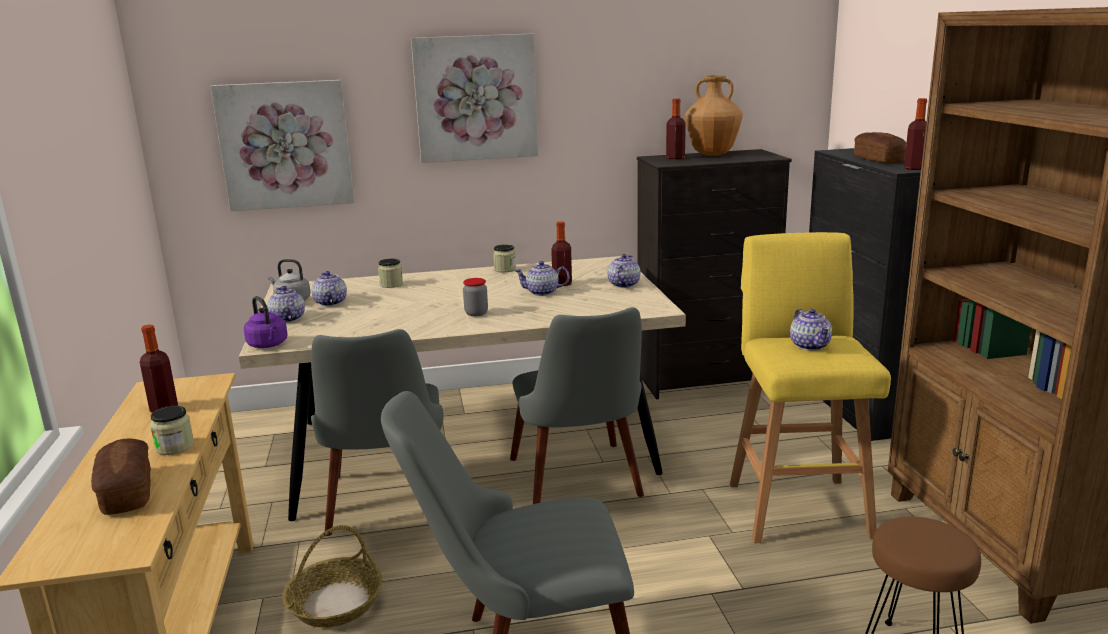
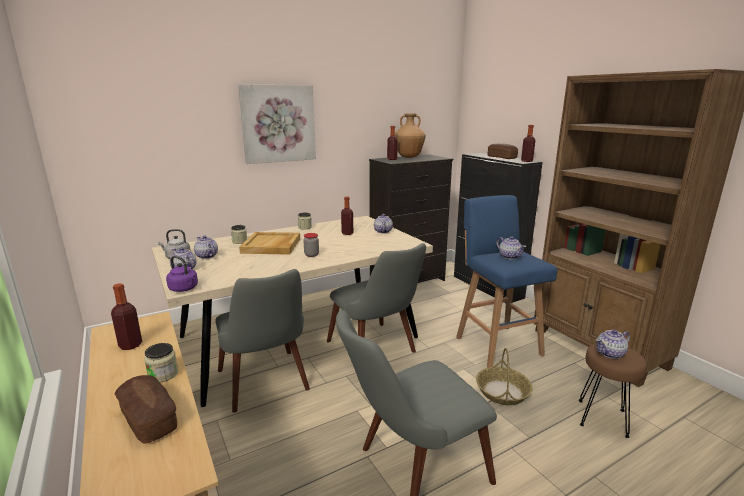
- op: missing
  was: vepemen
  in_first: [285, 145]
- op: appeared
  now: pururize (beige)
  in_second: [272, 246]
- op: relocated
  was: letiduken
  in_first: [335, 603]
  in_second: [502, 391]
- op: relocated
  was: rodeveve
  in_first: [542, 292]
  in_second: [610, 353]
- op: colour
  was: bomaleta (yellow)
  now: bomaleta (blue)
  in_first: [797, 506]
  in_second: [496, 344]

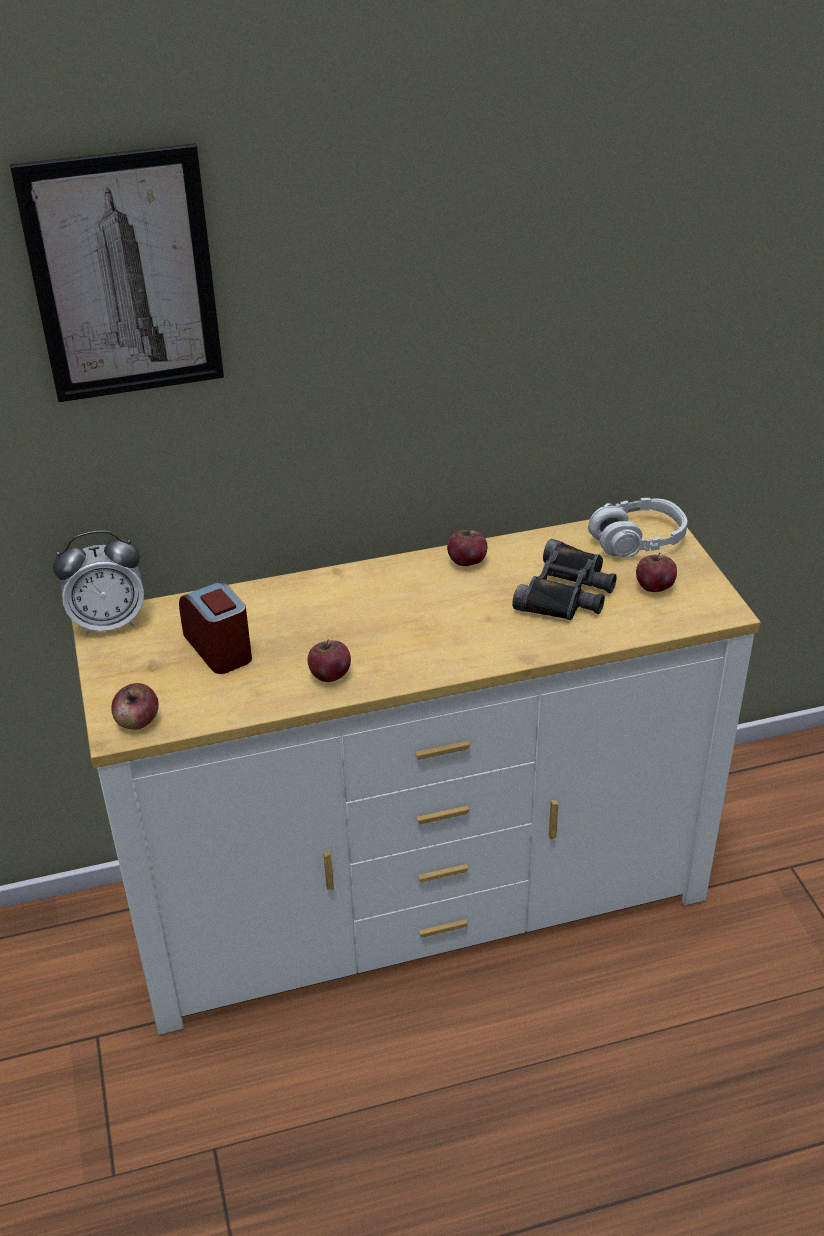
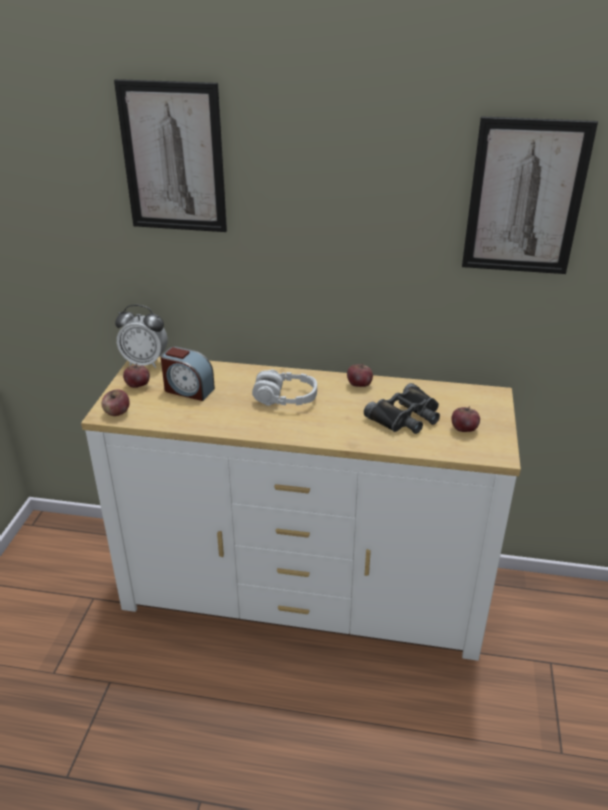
- op: appeared
  now: vepemen
  in_second: [525, 198]
- op: relocated
  was: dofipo
  in_first: [330, 675]
  in_second: [138, 385]
- op: relocated
  was: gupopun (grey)
  in_first: [637, 540]
  in_second: [285, 398]
- op: spun
  was: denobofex
  in_first: [219, 648]
  in_second: [188, 390]
  clockwise: 120

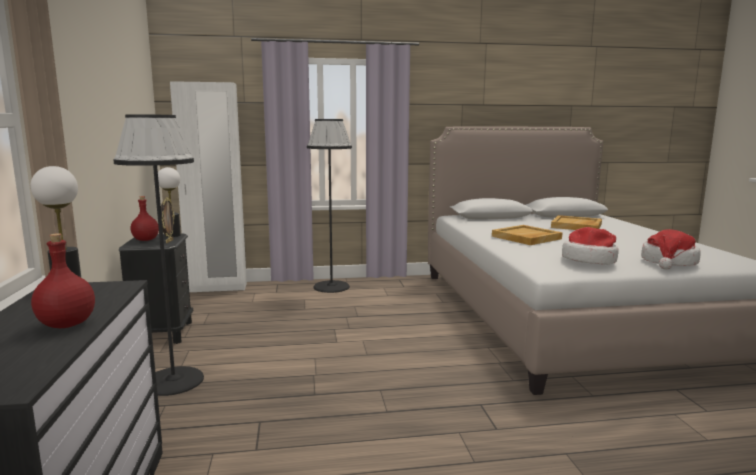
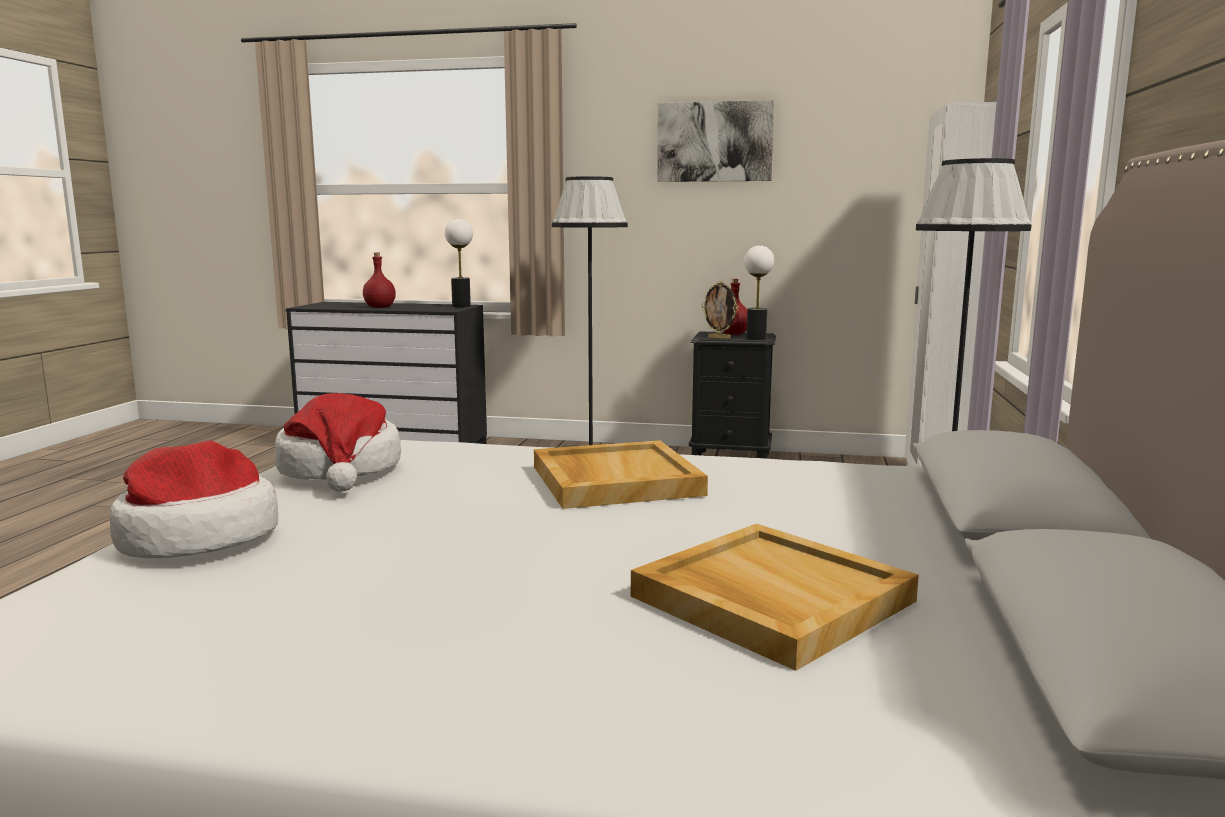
- op: appeared
  now: vepemen
  in_second: [714, 142]

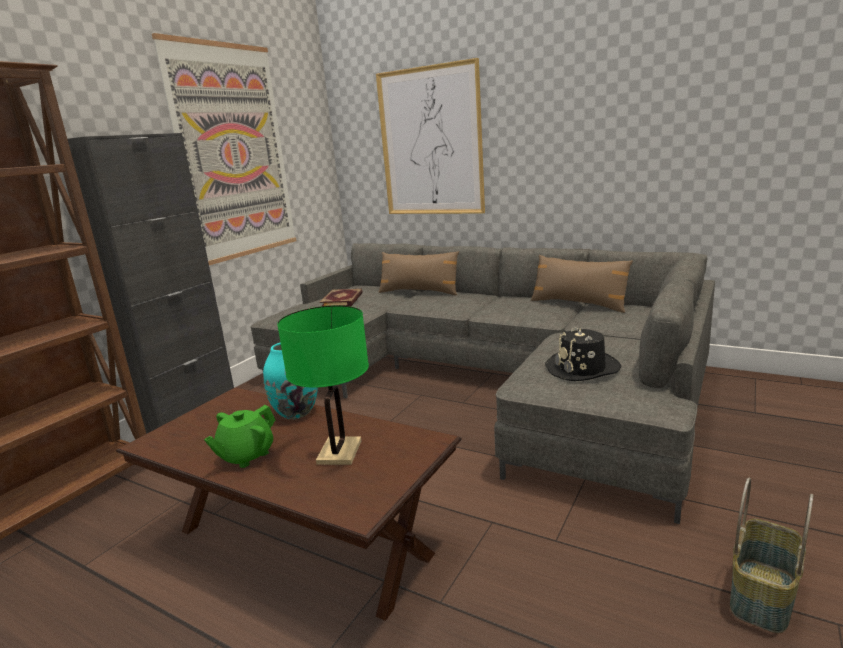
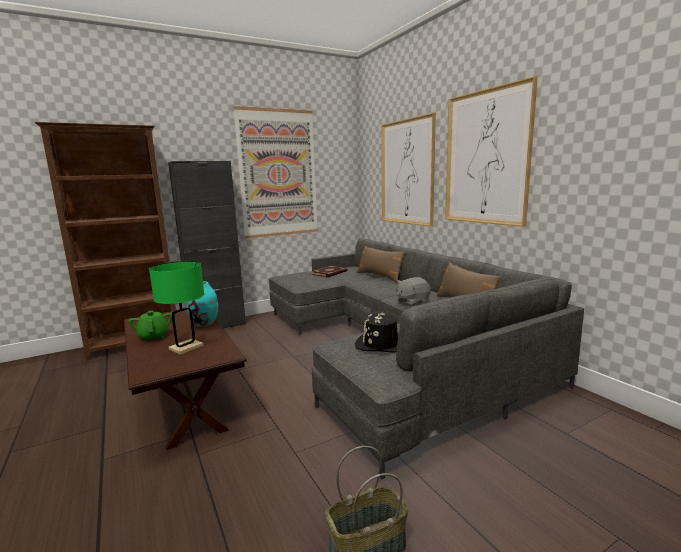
- op: appeared
  now: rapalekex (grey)
  in_second: [412, 302]
- op: appeared
  now: vepemen
  in_second: [486, 158]
- op: spun
  was: rodeveve (green)
  in_first: [246, 456]
  in_second: [154, 336]
  clockwise: 90

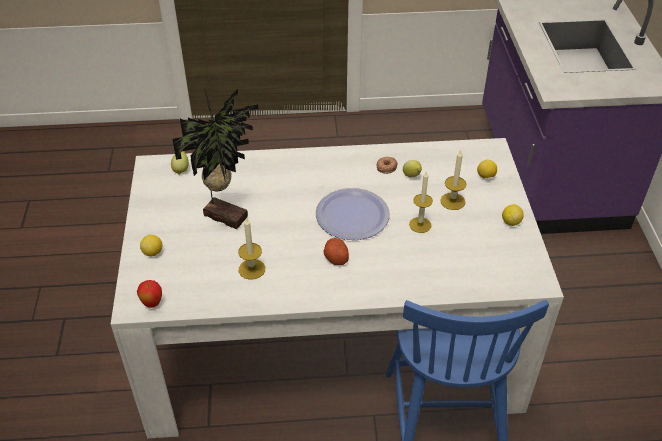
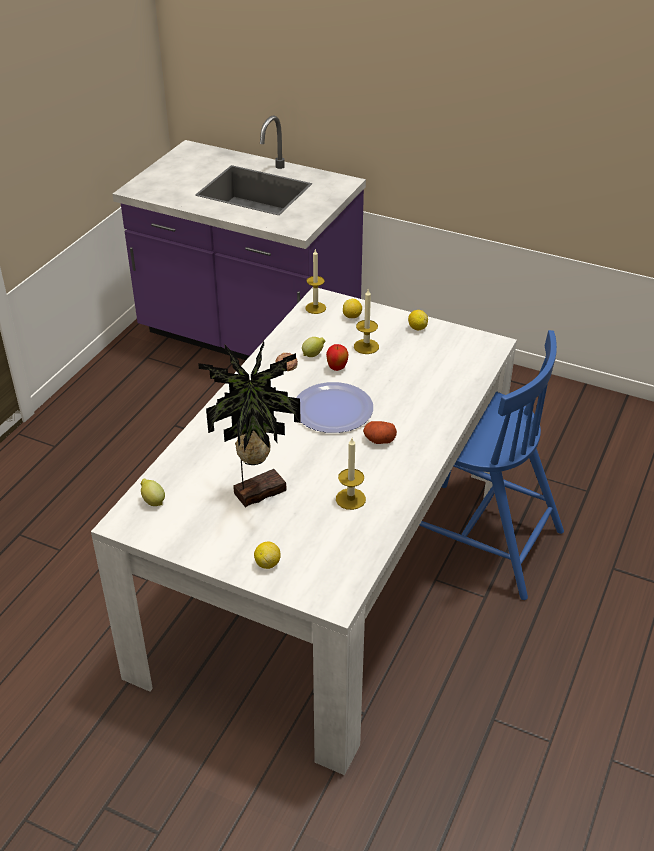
- op: relocated
  was: dofipo
  in_first: [152, 303]
  in_second: [337, 368]
- op: relocated
  was: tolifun
  in_first: [420, 225]
  in_second: [315, 308]

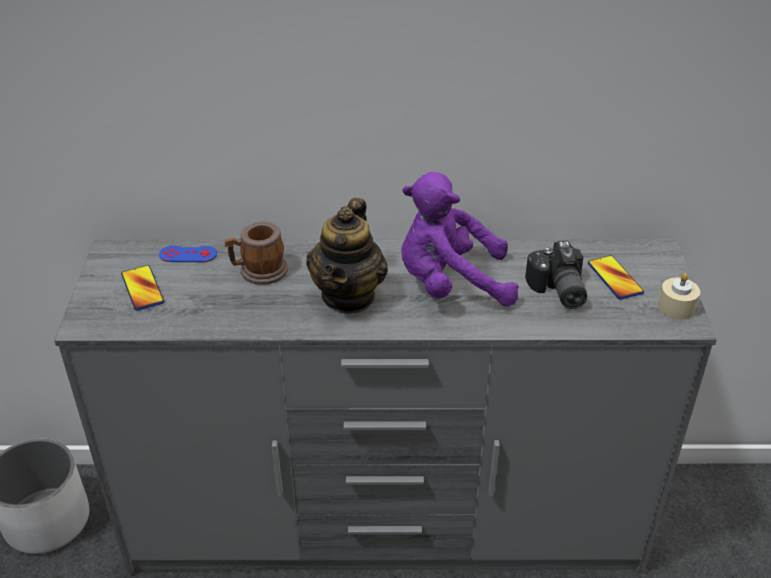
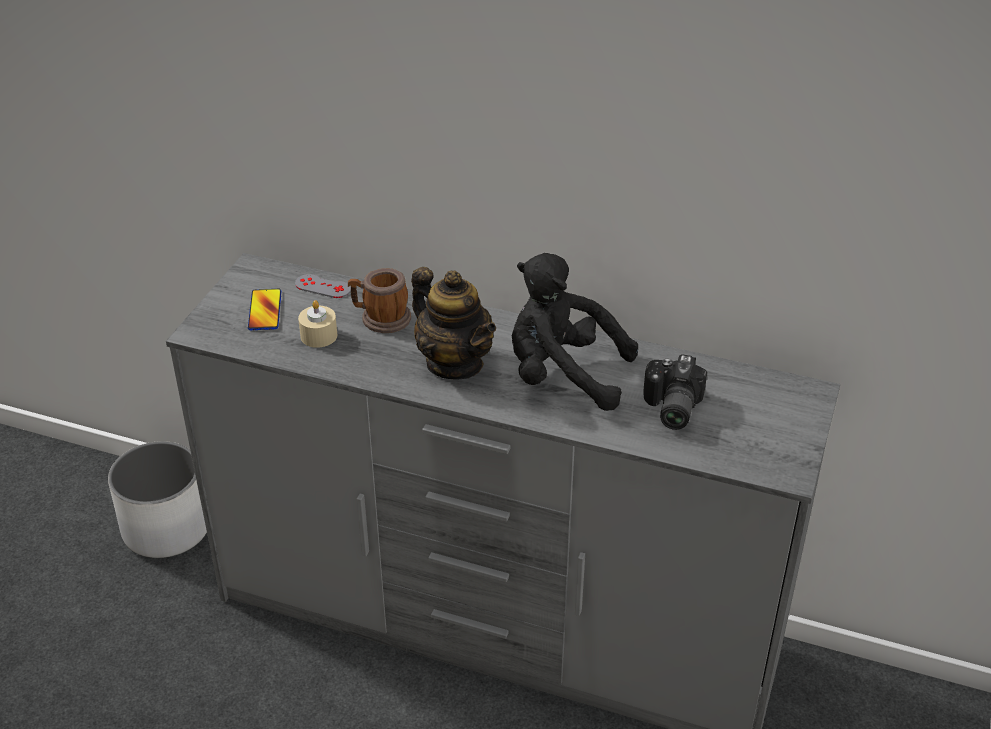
- op: missing
  was: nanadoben
  in_first: [615, 278]
- op: relocated
  was: tolifun (beige)
  in_first: [676, 307]
  in_second: [319, 336]
- op: colour
  was: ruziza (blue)
  now: ruziza (grey)
  in_first: [188, 254]
  in_second: [323, 286]
- op: colour
  was: rapalekex (purple)
  now: rapalekex (black)
  in_first: [450, 284]
  in_second: [562, 375]
- op: spun
  was: rodeveve
  in_first: [349, 296]
  in_second: [454, 363]
  clockwise: -75

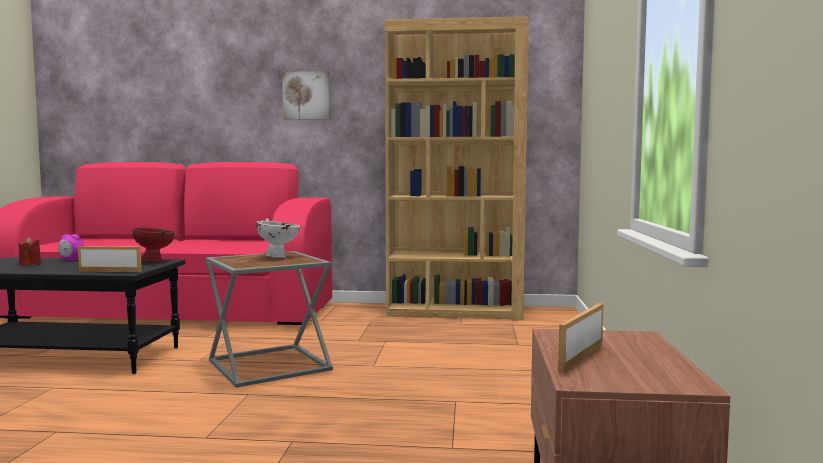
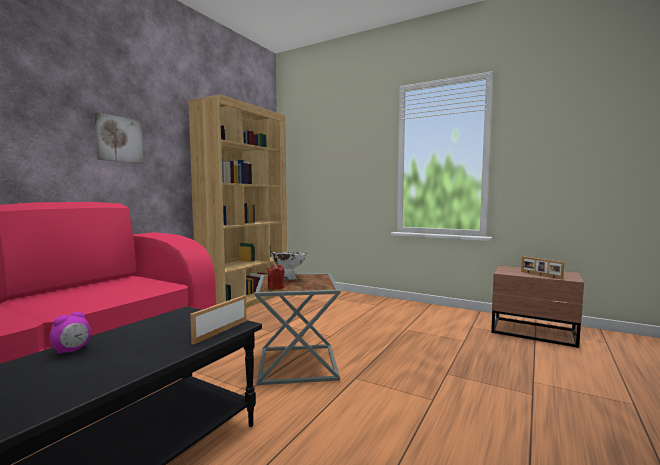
- op: missing
  was: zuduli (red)
  in_first: [154, 261]
- op: relocated
  was: tolifun (red)
  in_first: [30, 264]
  in_second: [276, 287]

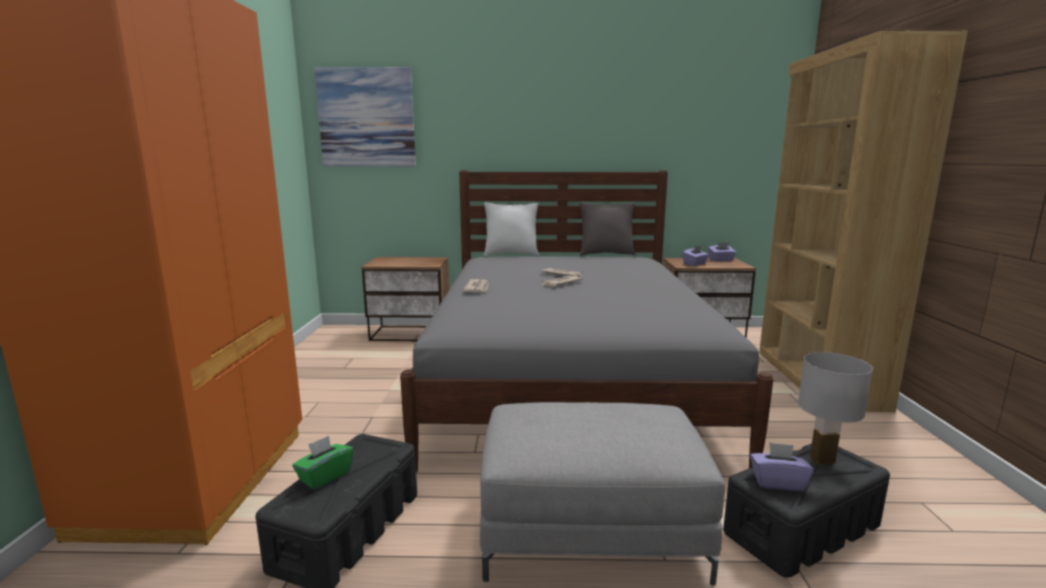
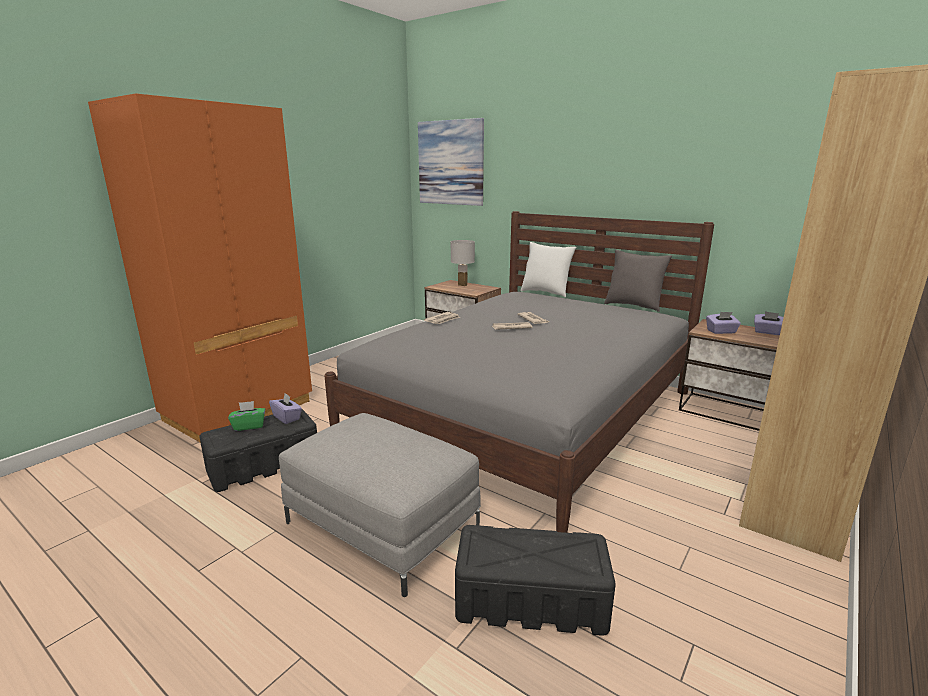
- op: relocated
  was: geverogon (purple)
  in_first: [777, 482]
  in_second: [287, 417]
- op: relocated
  was: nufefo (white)
  in_first: [822, 460]
  in_second: [463, 285]

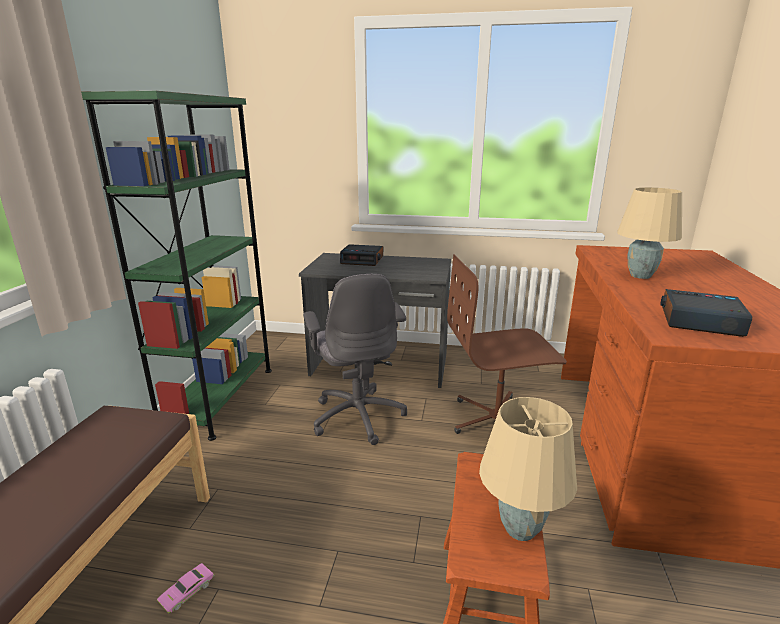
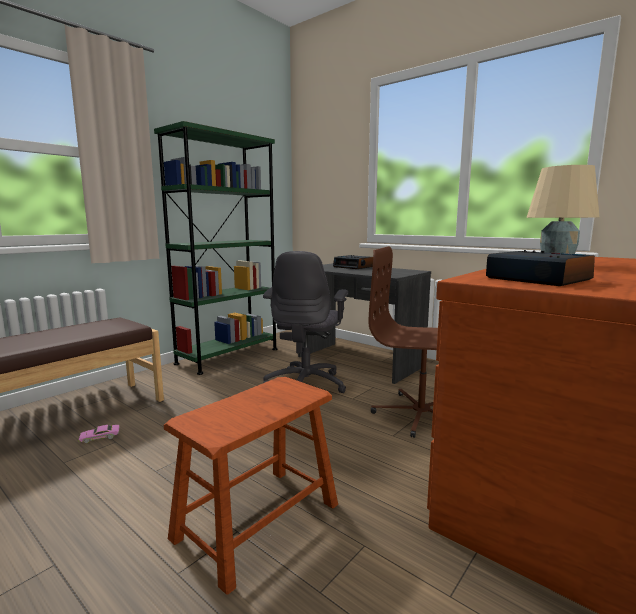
- op: missing
  was: nufefo (beige)
  in_first: [520, 528]

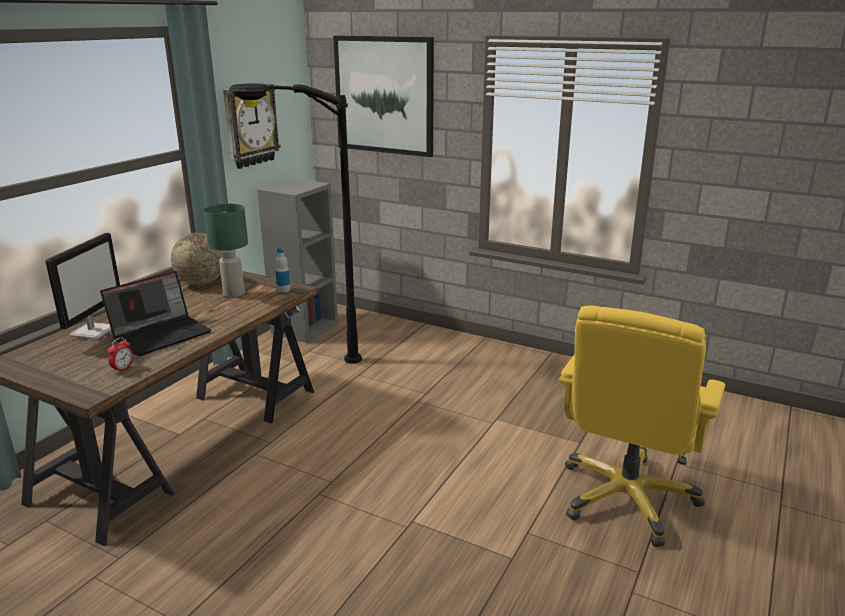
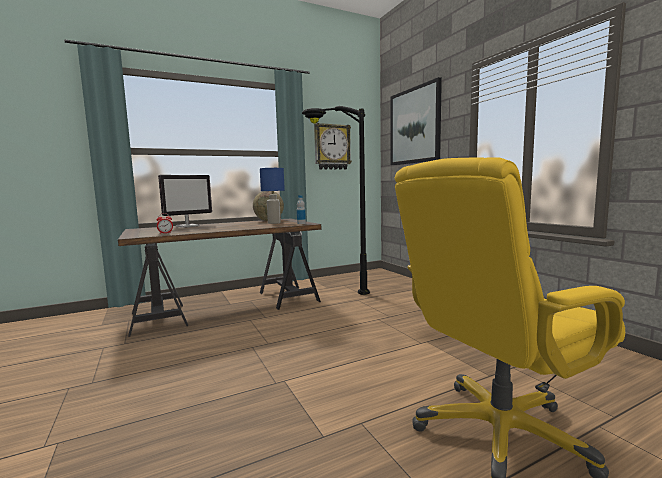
- op: missing
  was: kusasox
  in_first: [162, 334]
- op: missing
  was: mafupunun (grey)
  in_first: [304, 327]
- op: colour
  was: nufefo (green)
  now: nufefo (blue)
  in_first: [234, 293]
  in_second: [274, 223]

